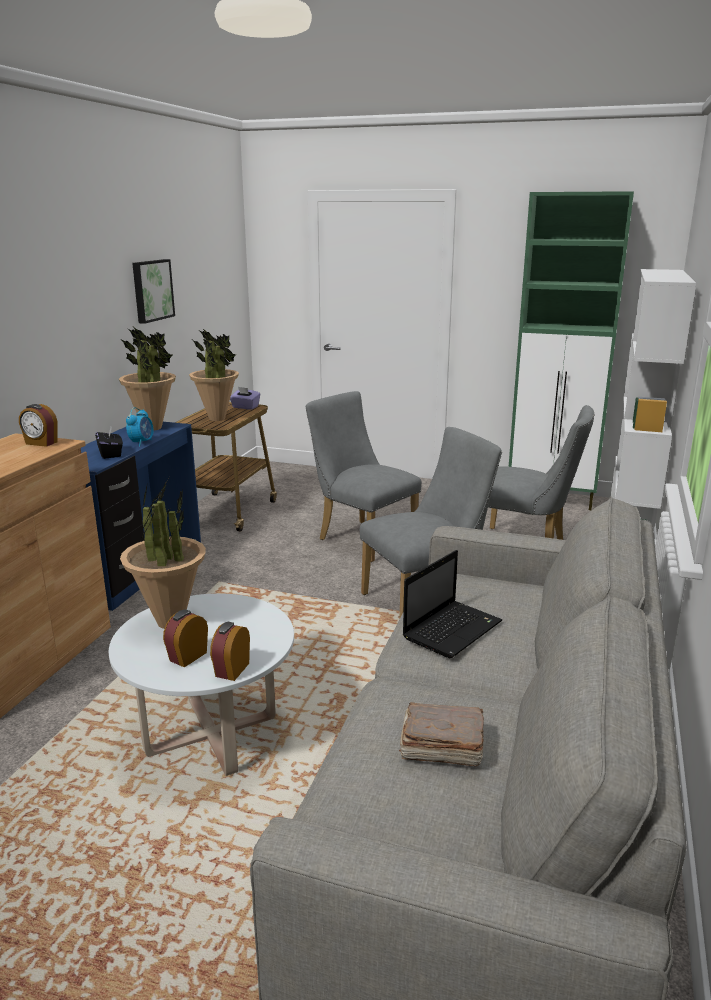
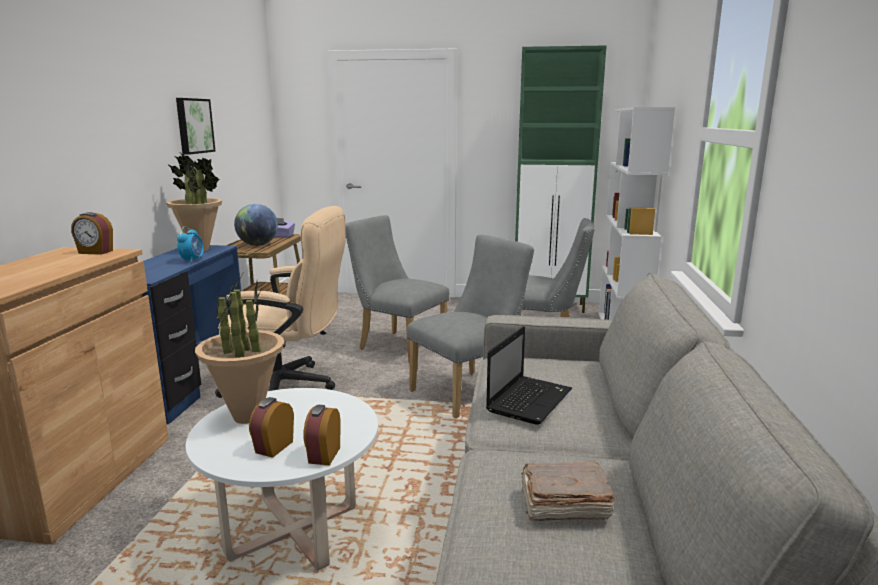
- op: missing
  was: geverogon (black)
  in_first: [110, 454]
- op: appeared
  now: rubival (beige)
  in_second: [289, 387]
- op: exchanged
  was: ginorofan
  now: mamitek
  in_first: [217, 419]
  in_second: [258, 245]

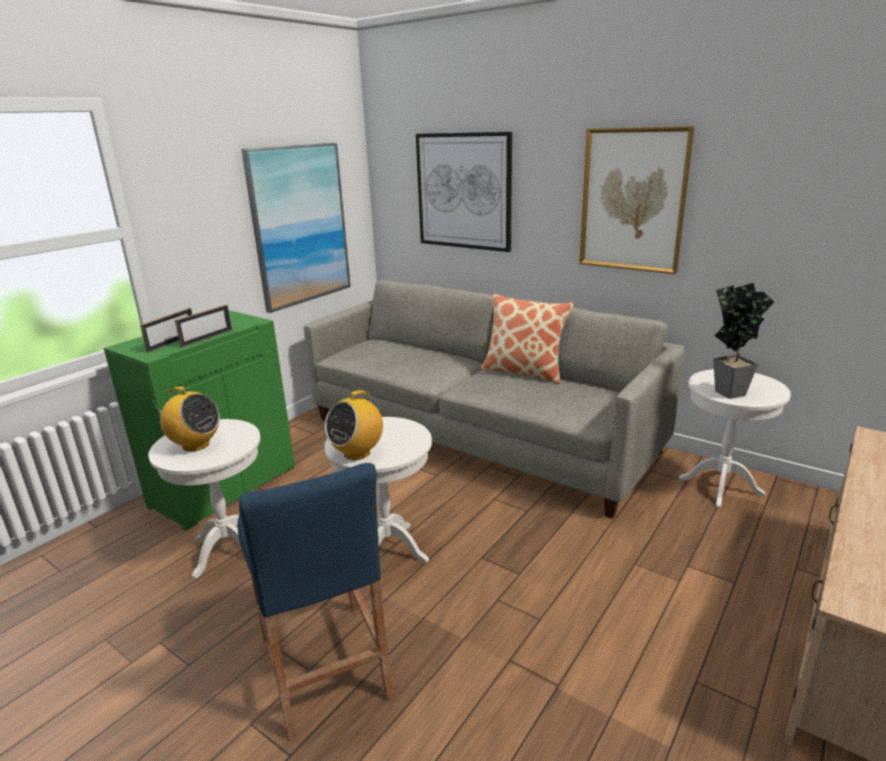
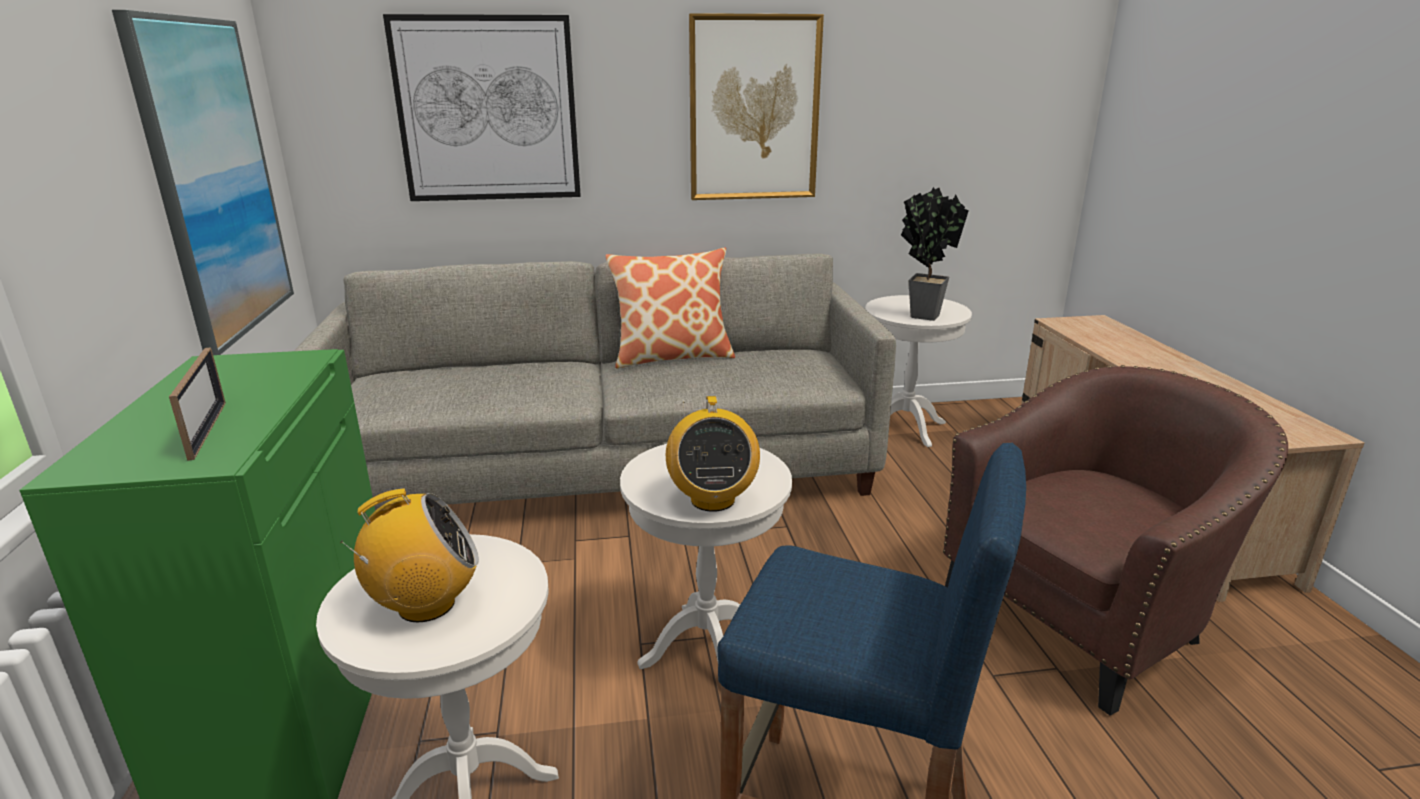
- op: missing
  was: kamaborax
  in_first: [207, 338]
- op: appeared
  now: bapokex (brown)
  in_second: [1083, 618]

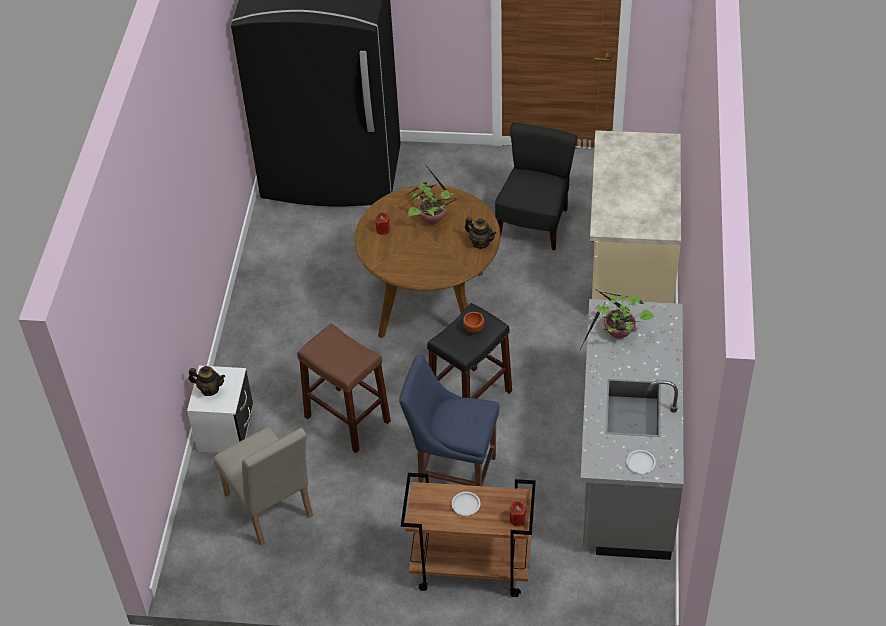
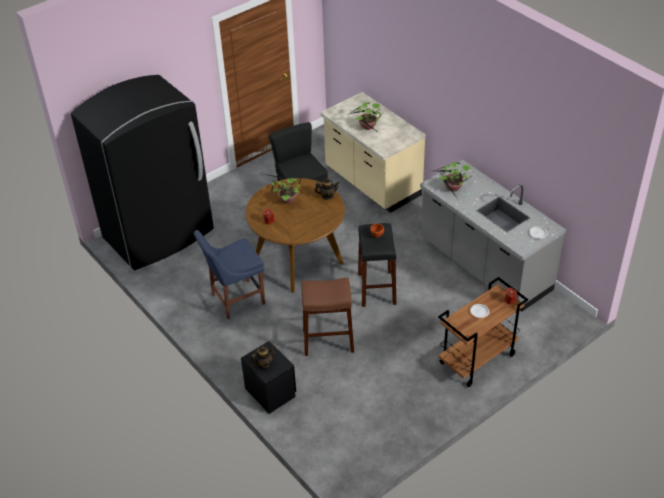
- op: missing
  was: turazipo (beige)
  in_first: [271, 510]
- op: appeared
  now: ginorofan
  in_second: [368, 128]
- op: relocated
  was: turazipo (blue)
  in_first: [453, 472]
  in_second: [235, 300]
- op: colour
  was: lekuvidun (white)
  now: lekuvidun (black)
  in_first: [225, 430]
  in_second: [270, 392]

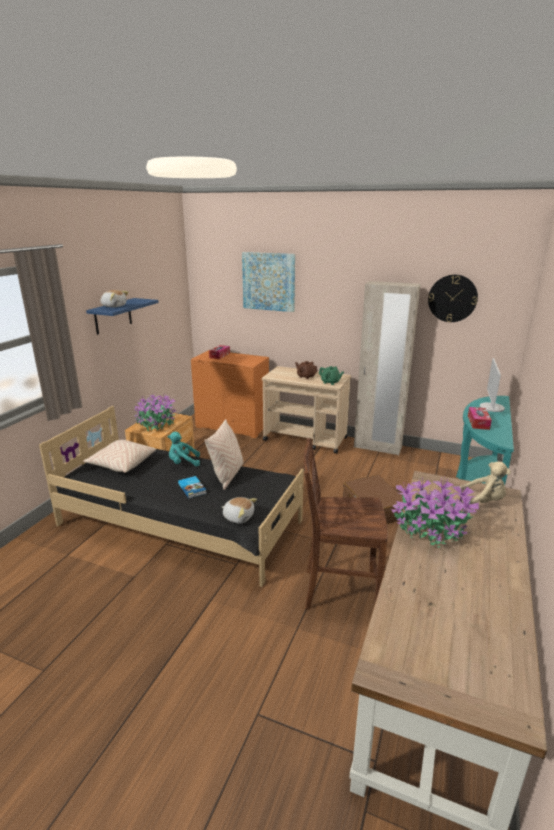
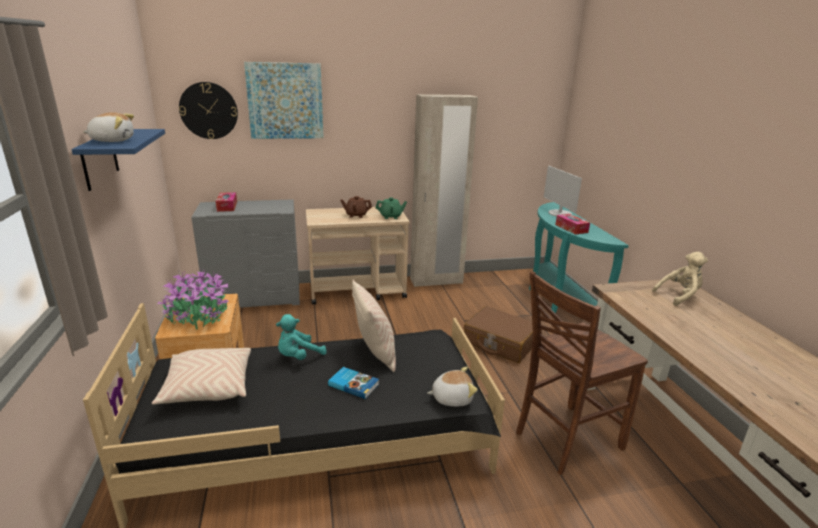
- op: missing
  was: ginorofan
  in_first: [432, 531]
- op: relocated
  was: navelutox
  in_first: [452, 298]
  in_second: [209, 110]
- op: colour
  was: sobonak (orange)
  now: sobonak (grey)
  in_first: [233, 426]
  in_second: [255, 297]

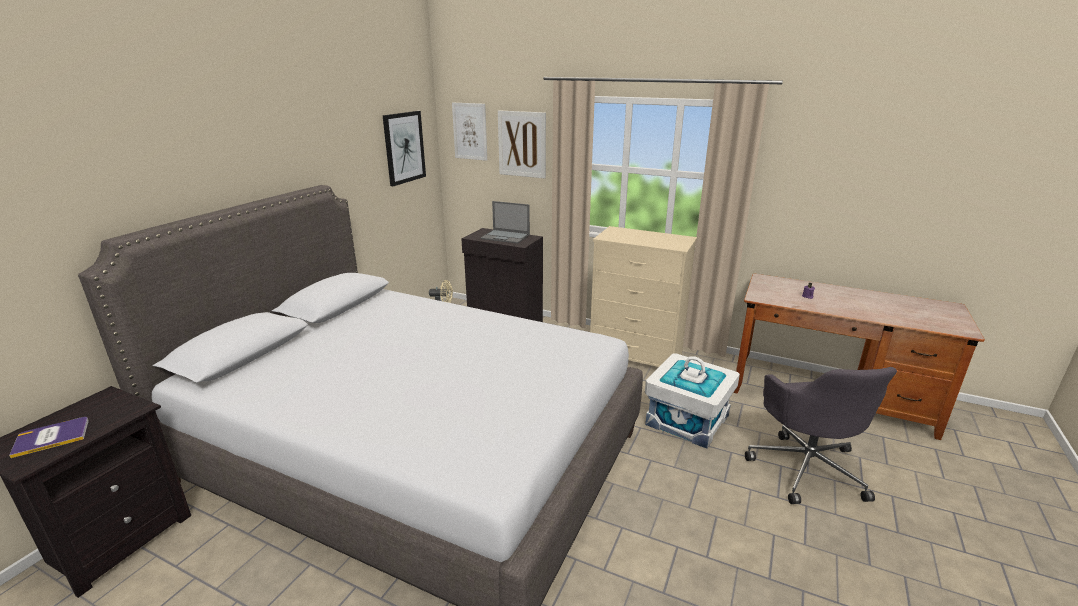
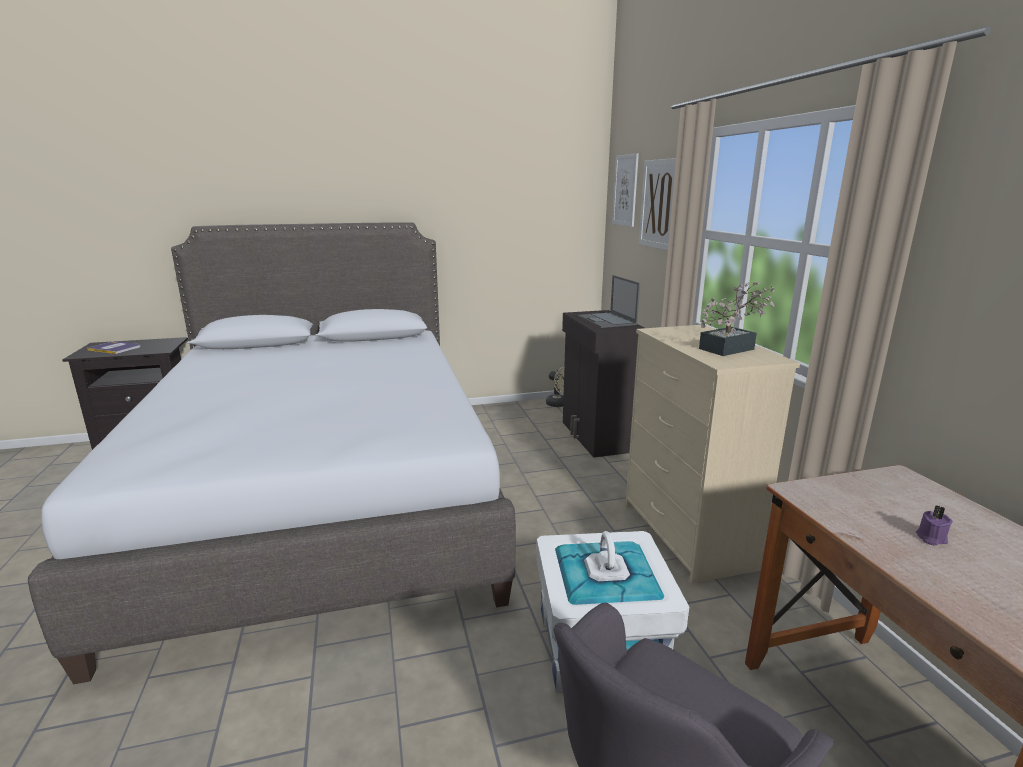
- op: missing
  was: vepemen
  in_first: [404, 147]
- op: appeared
  now: ginorofan
  in_second: [731, 348]

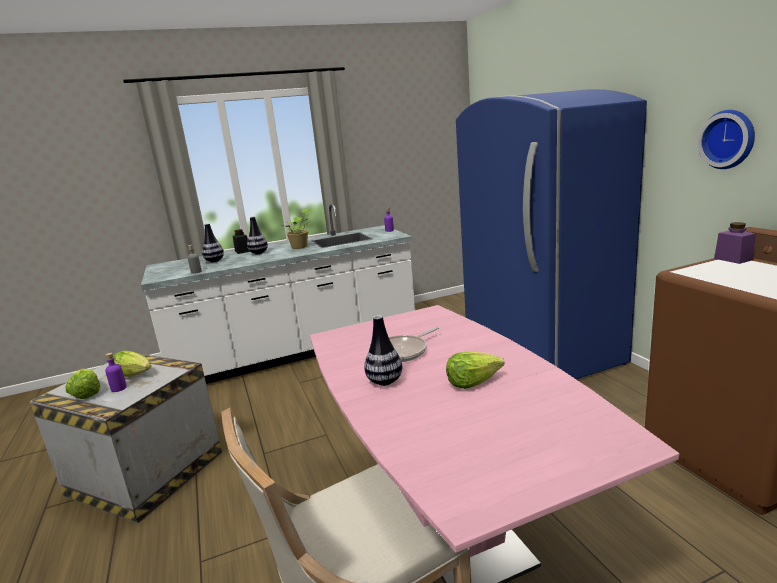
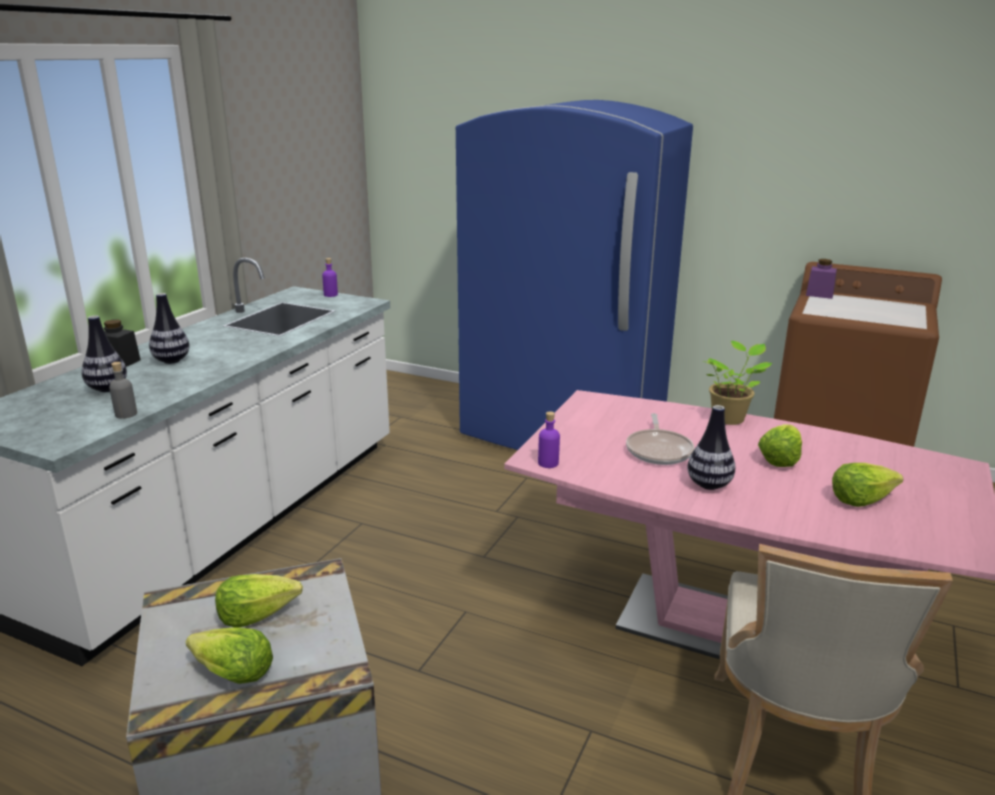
- op: missing
  was: navelutox
  in_first: [728, 139]
- op: appeared
  now: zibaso
  in_second: [861, 499]
- op: relocated
  was: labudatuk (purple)
  in_first: [119, 388]
  in_second: [548, 463]
- op: relocated
  was: ginorofan
  in_first: [301, 247]
  in_second: [729, 418]

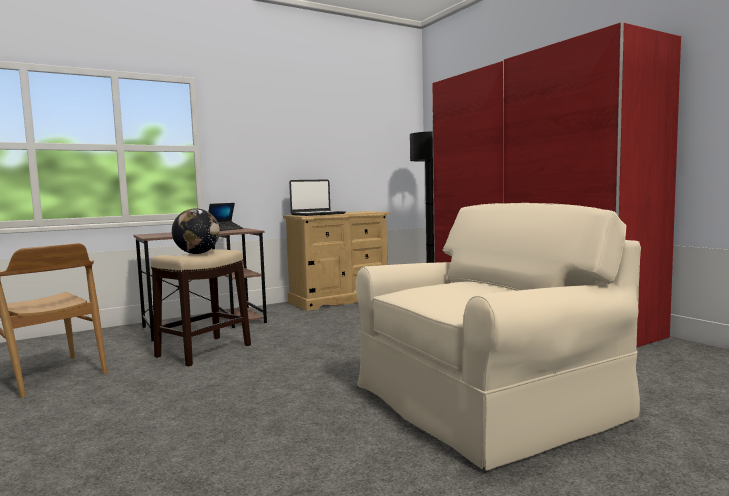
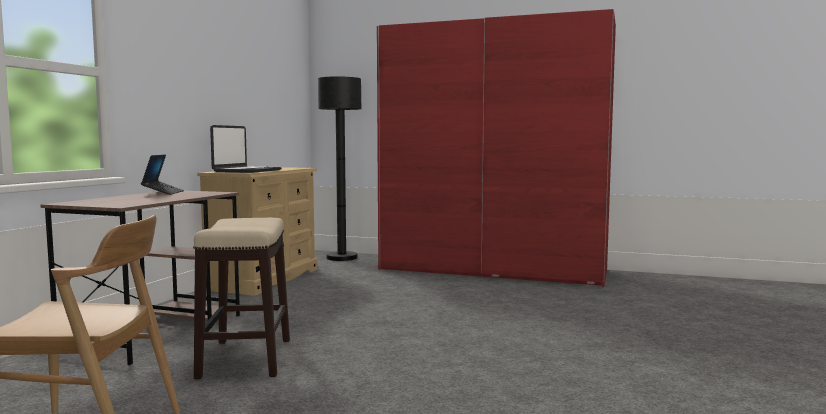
- op: missing
  was: mamitek
  in_first: [197, 253]
- op: missing
  was: bapokex (beige)
  in_first: [485, 401]

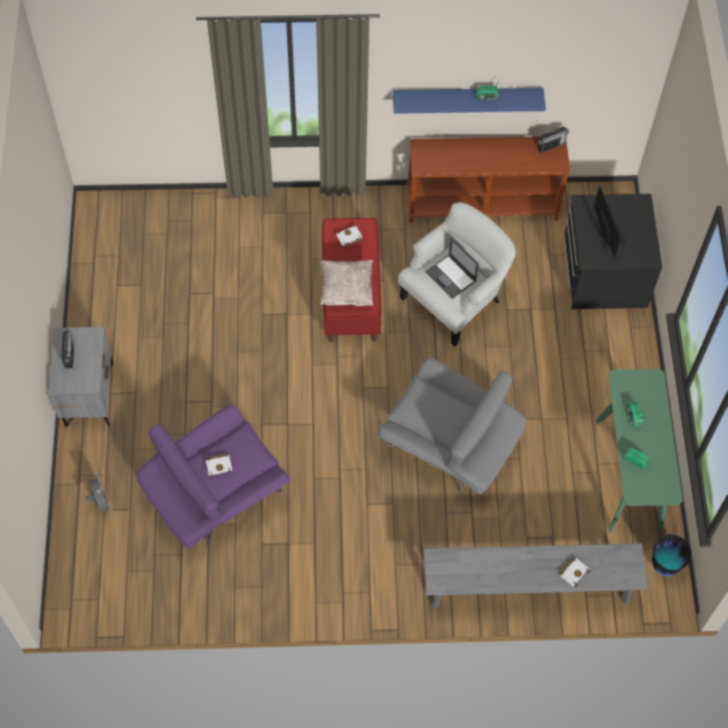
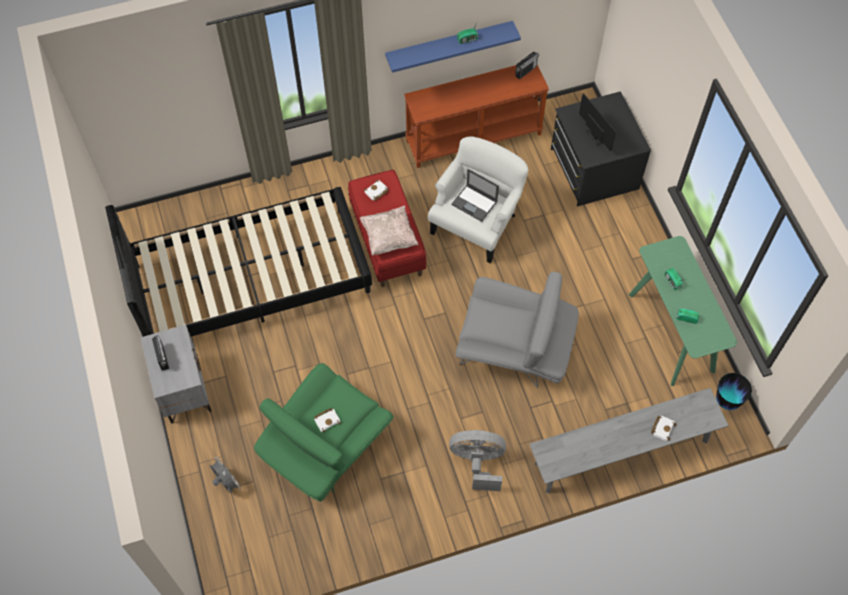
- op: appeared
  now: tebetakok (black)
  in_second: [250, 279]
- op: appeared
  now: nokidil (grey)
  in_second: [478, 462]
- op: colour
  was: bapokex (purple)
  now: bapokex (green)
  in_first: [215, 494]
  in_second: [325, 446]

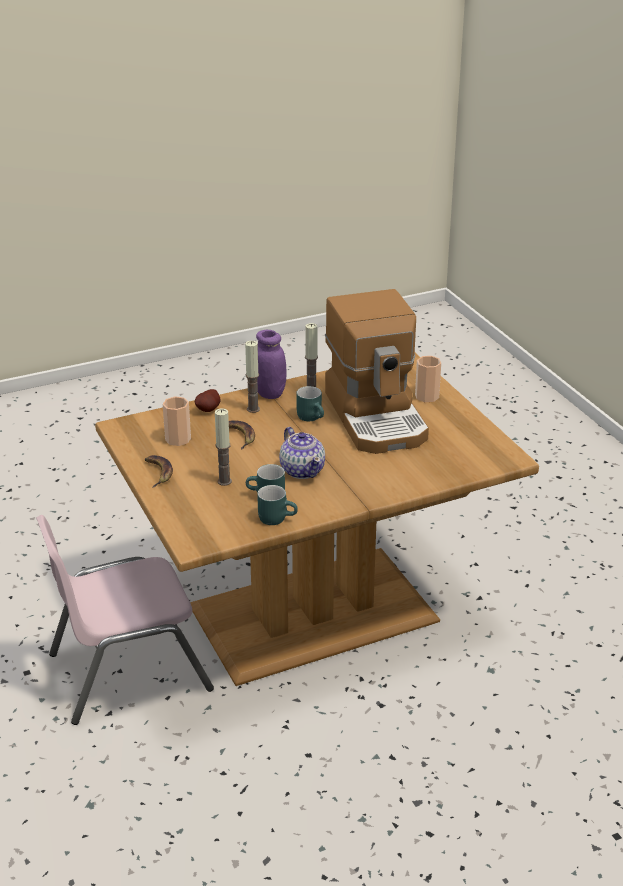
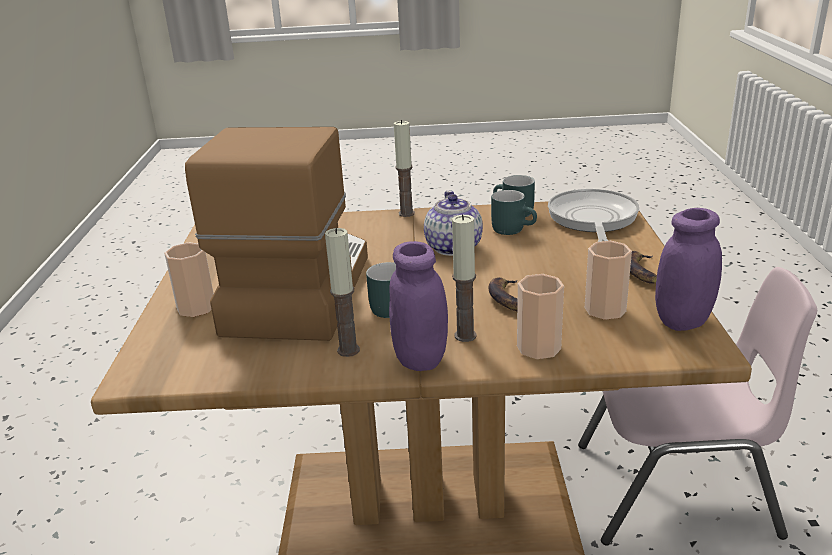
- op: appeared
  now: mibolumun
  in_second: [592, 219]
- op: appeared
  now: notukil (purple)
  in_second: [683, 321]
- op: relocated
  was: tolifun
  in_first: [224, 481]
  in_second: [406, 213]
- op: exchanged
  was: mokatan
  now: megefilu
  in_first: [209, 410]
  in_second: [538, 347]

